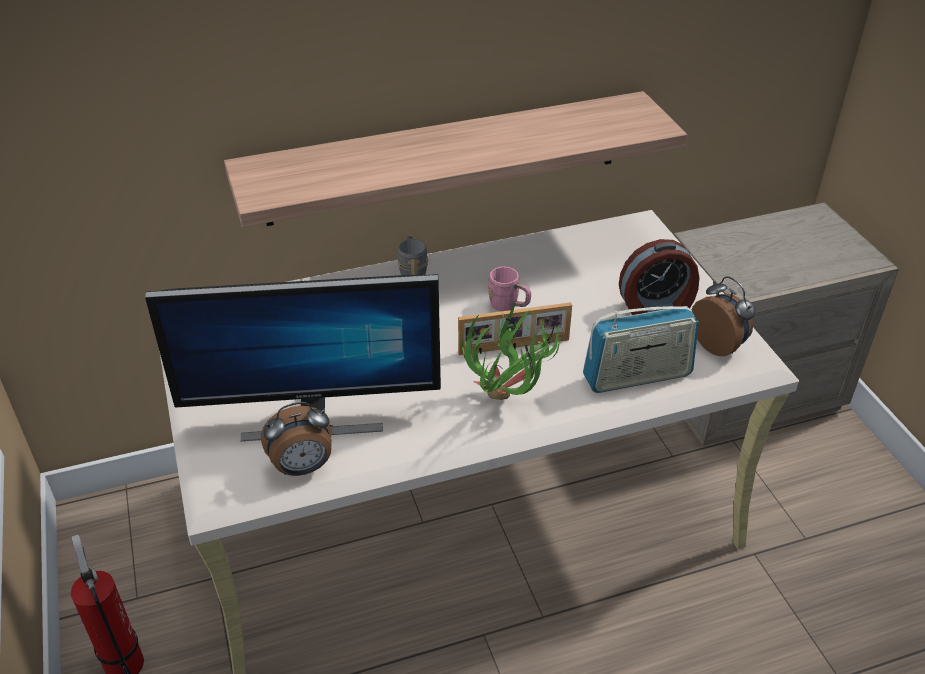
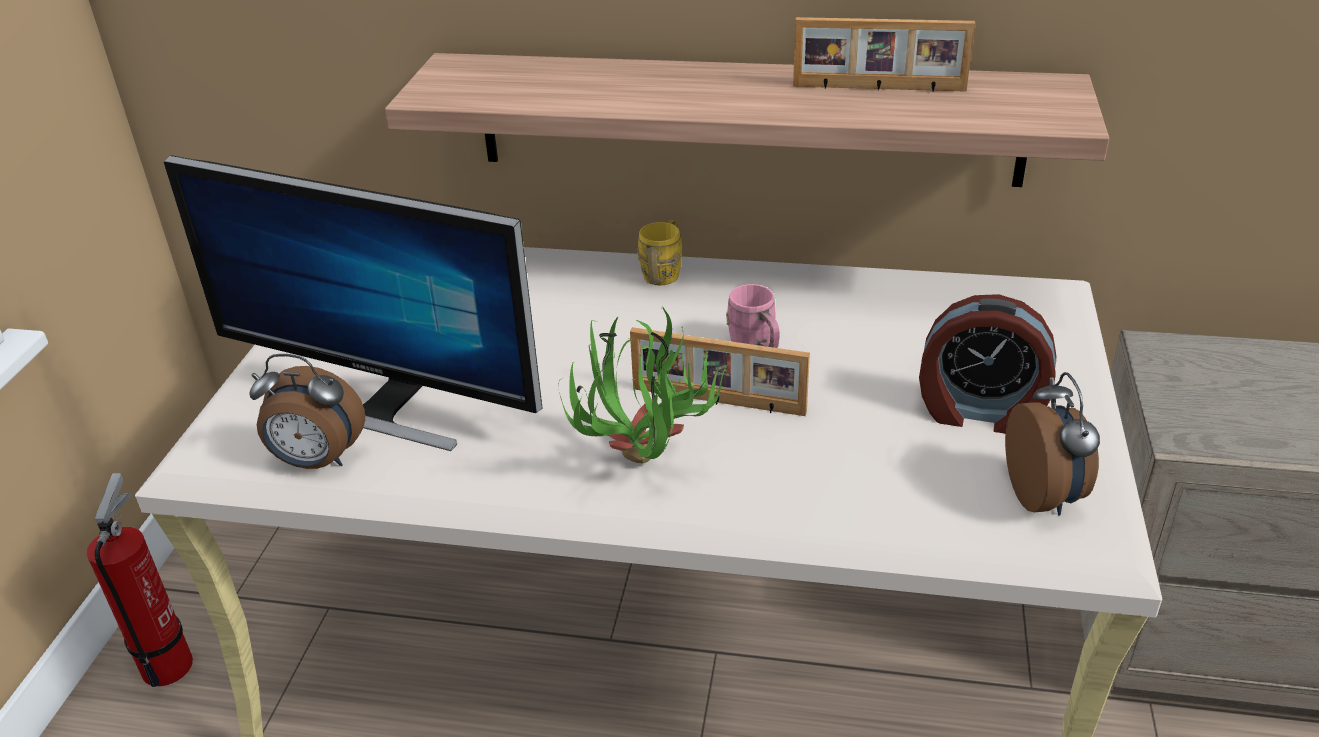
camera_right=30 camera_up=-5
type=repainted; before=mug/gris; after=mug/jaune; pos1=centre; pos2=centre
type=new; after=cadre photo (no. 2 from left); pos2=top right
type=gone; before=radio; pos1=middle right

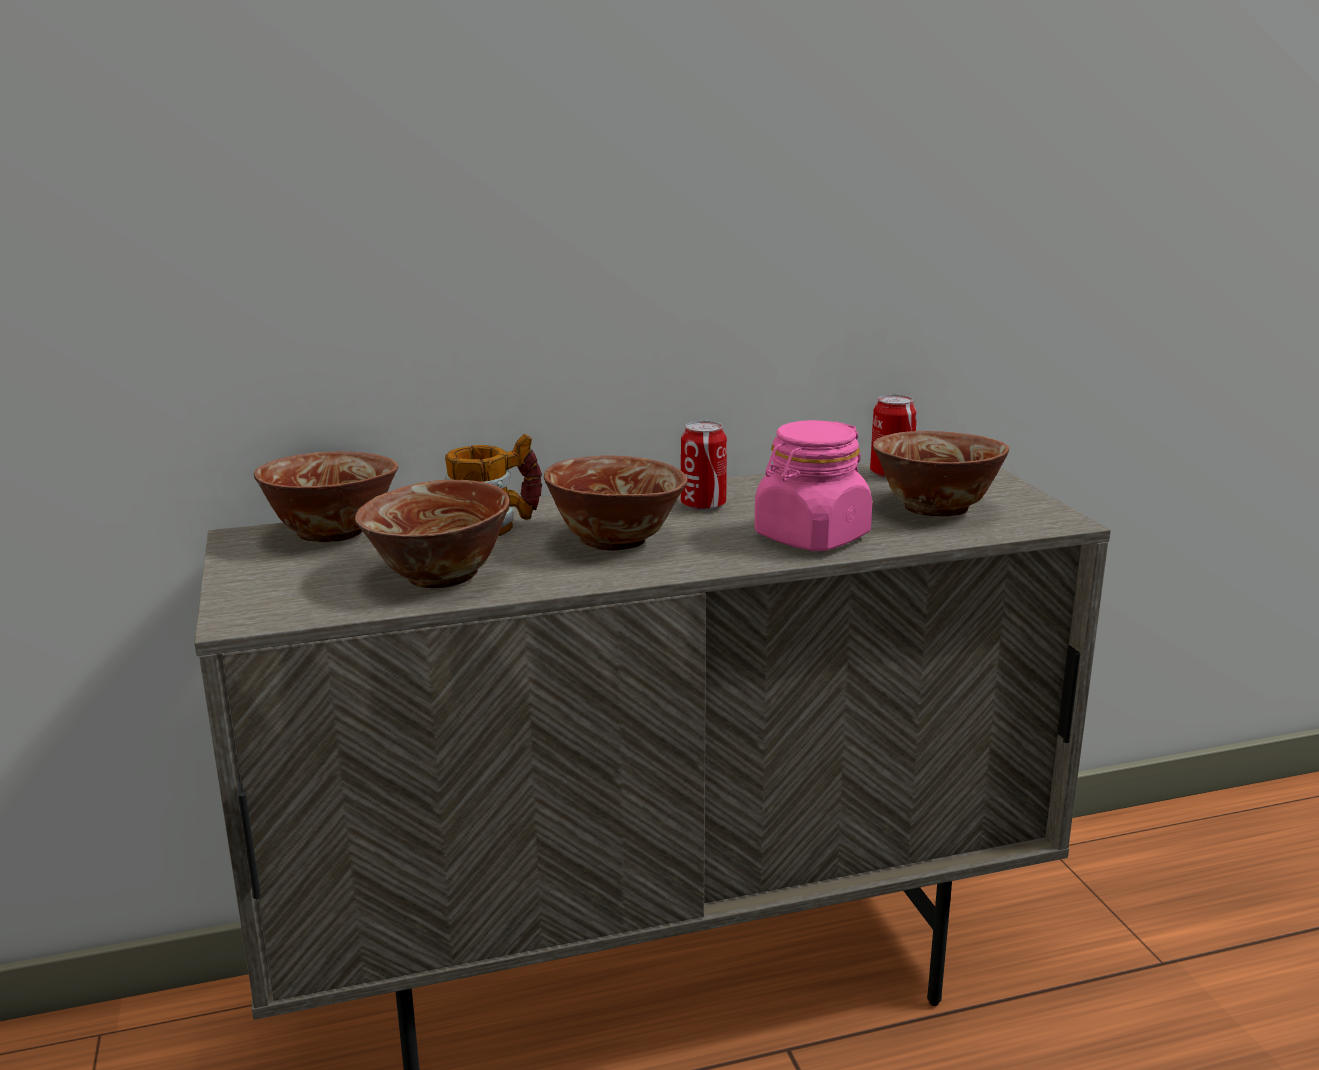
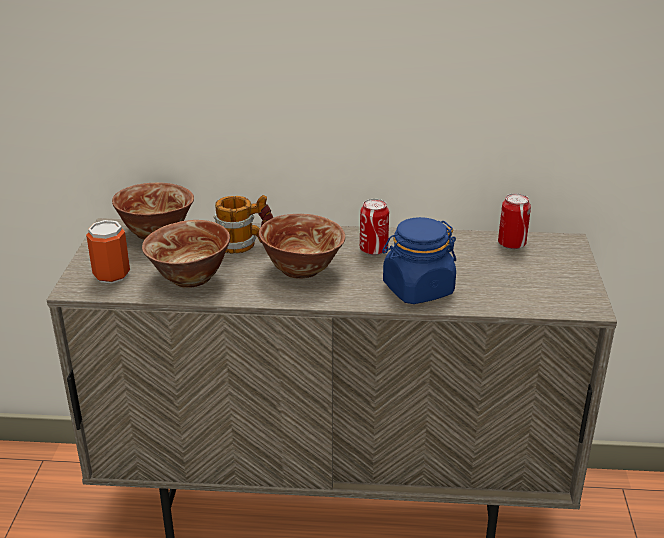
camera_right=20 camera_up=10
type=new; after=boîte métallique (no. 1 from left); pos2=middle left
type=repainted; before=bocal/rose; after=bocal/bleu; pos1=centre; pos2=centre
type=gone; before=bol (no. 4 from left); pos1=middle right

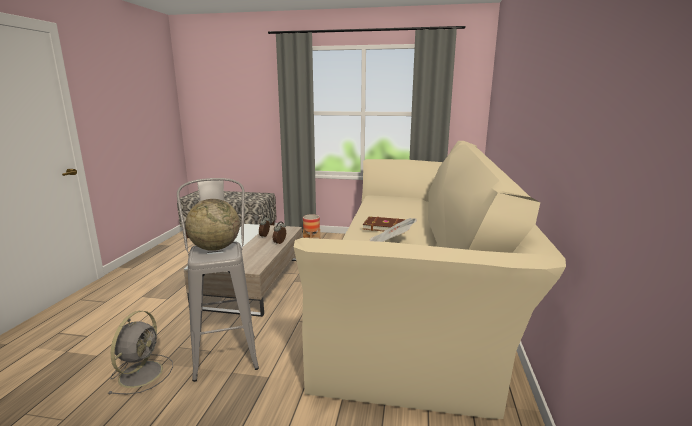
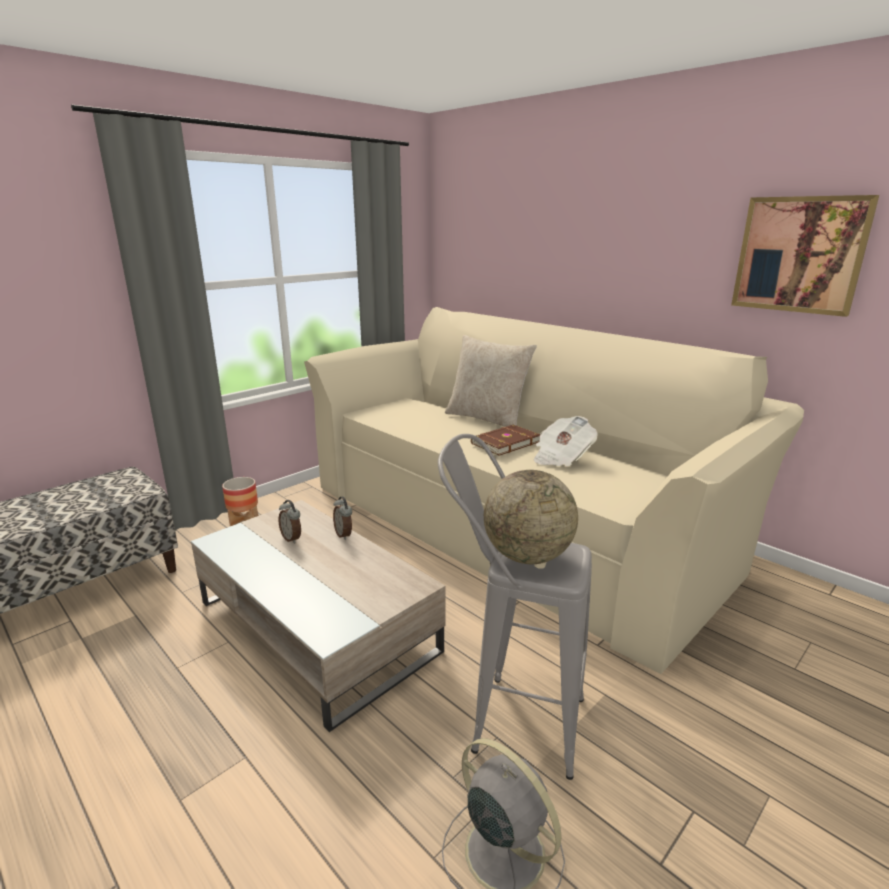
camera_right=-55 camera_up=5
type=new; after=coussin/beige; pos2=centre
type=new; after=tableau; pos2=top right

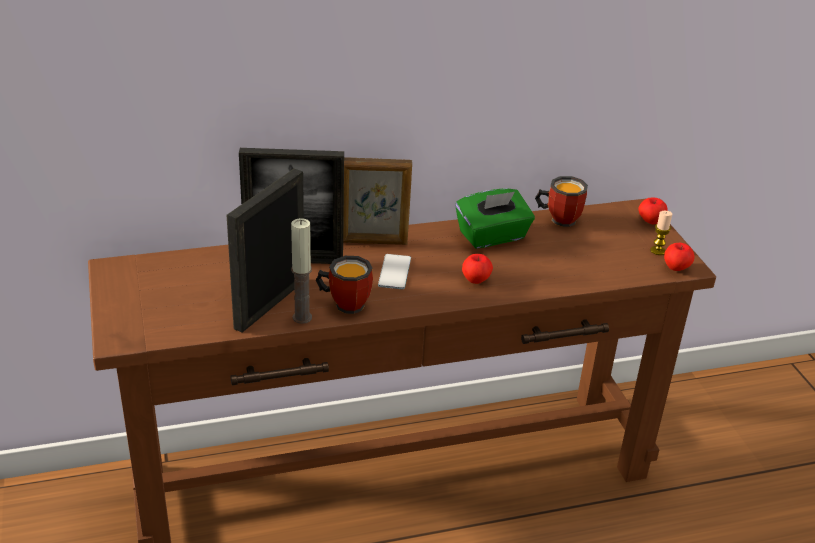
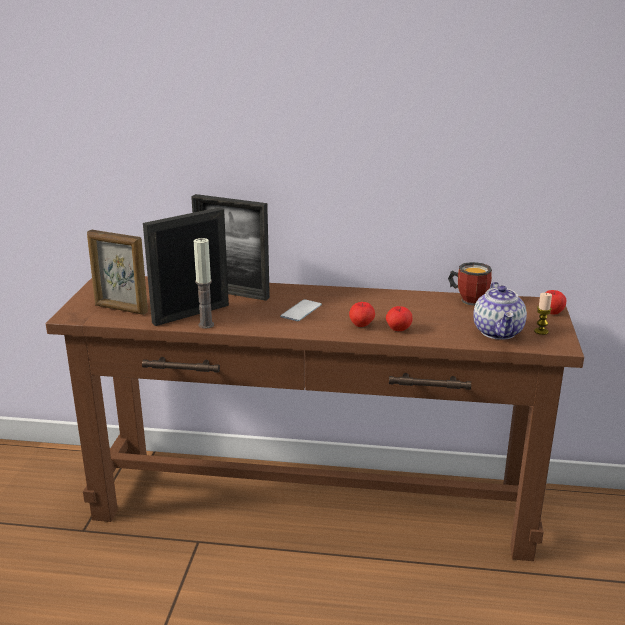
camera_right=25 camera_up=-10
type=shifted; before=cadre photo (no. 3 from left in the first image); after=cadre photo (no. 1 from left); pos1=centre; pos2=middle left
type=shifted; before=pomme (no. 3 from left in the first image); after=pomme (no. 2 from left); pos1=middle right; pos2=centre
type=new; after=théière; pos2=middle right
type=gone; before=mug (no. 1 from left); pos1=centre
type=gone; before=boîte à mouchoirs/vert; pos1=centre

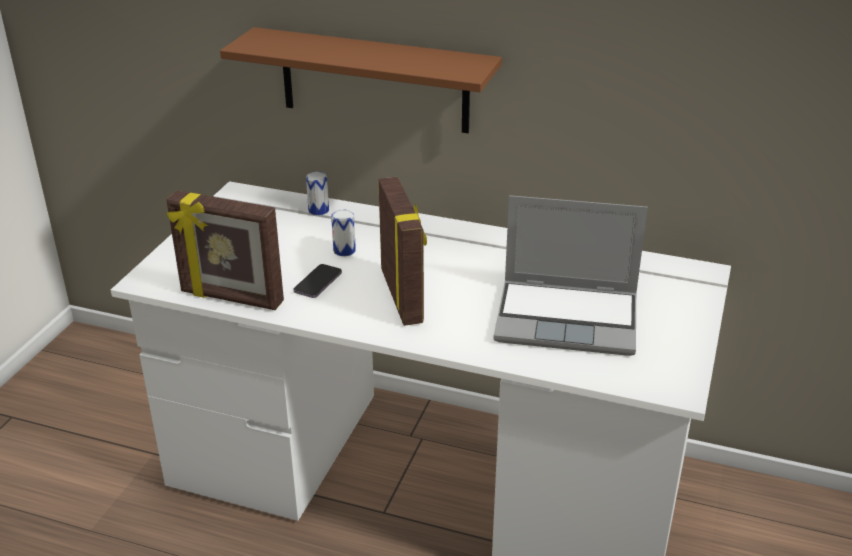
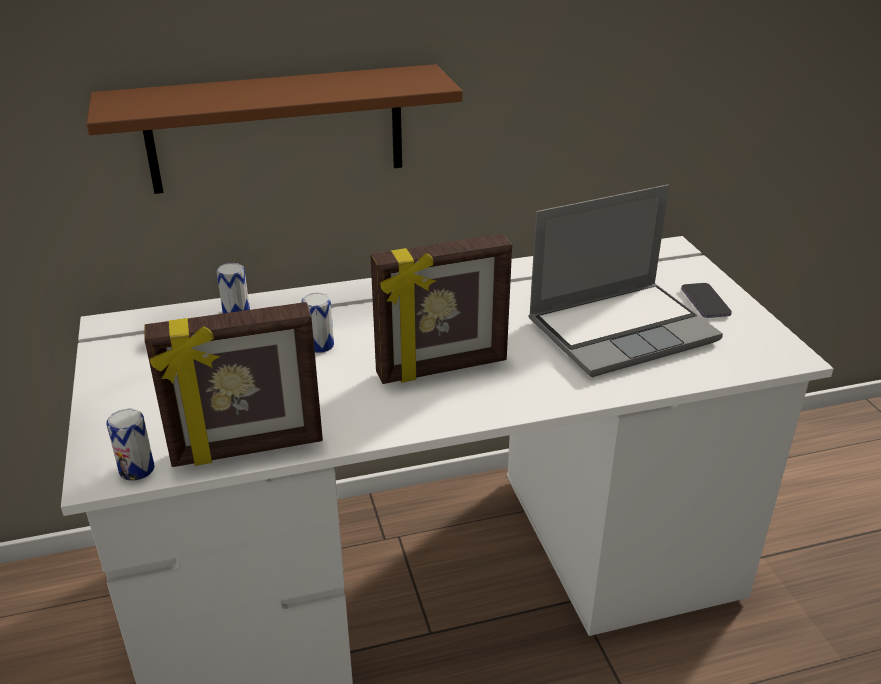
camera_right=-35 camera_up=0
type=new; after=boîte métallique (no. 1 from left); pos2=middle left
type=rotated; before=cadre photo (no. 2 from left); pos1=centre; pos2=centre; turn=120
type=shifted; before=téléphone; pos1=centre; pos2=middle right

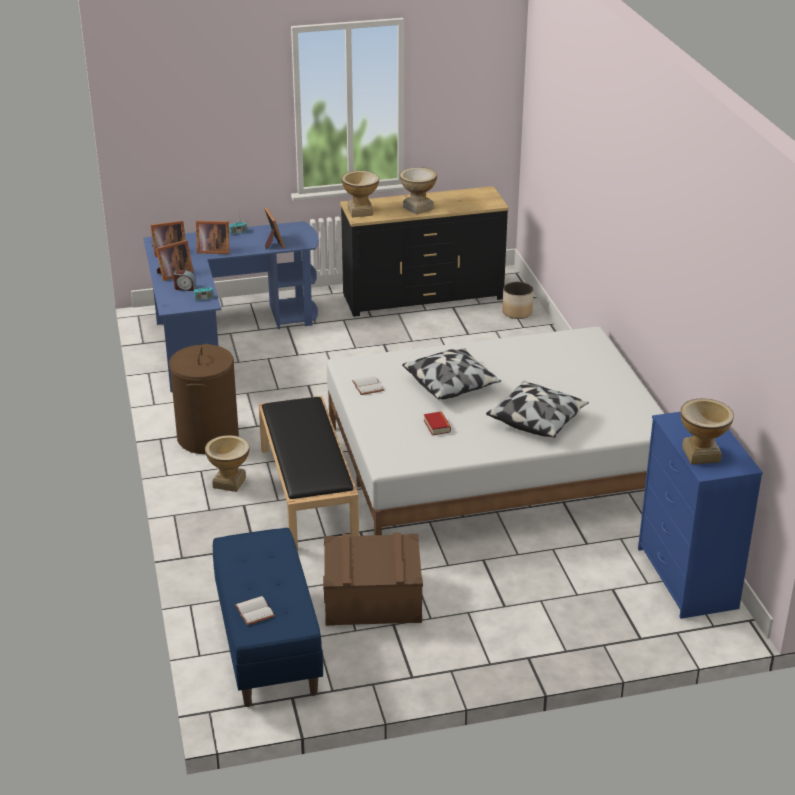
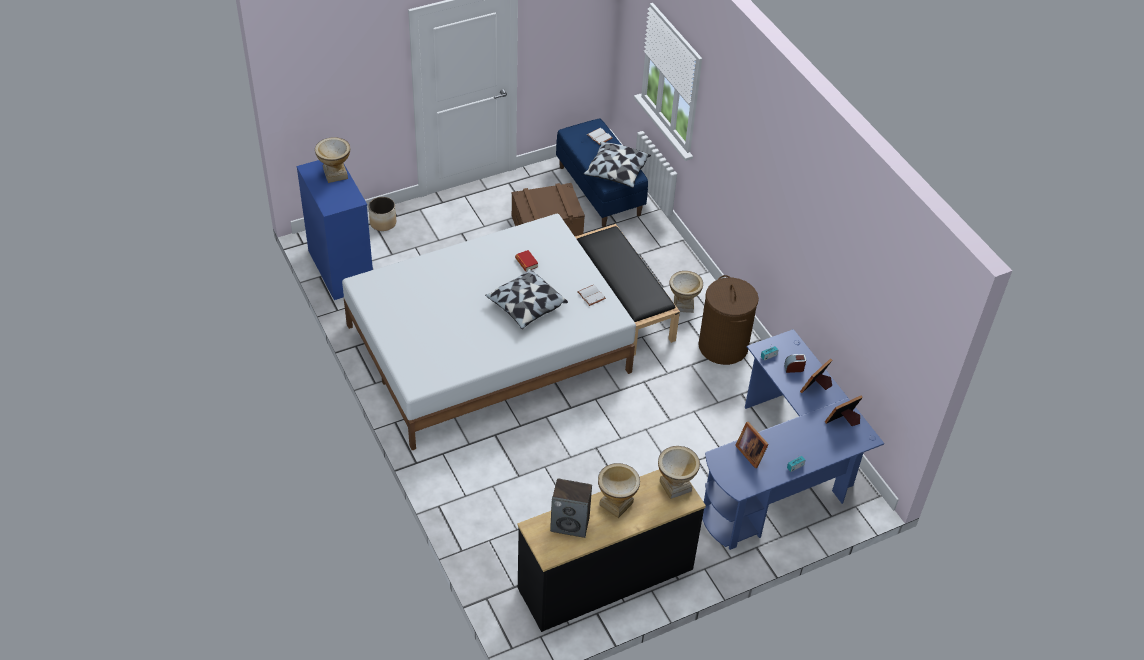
camera_right=165 camera_up=15
type=shifted; before=cache-pot; pos1=centre; pos2=top centre
type=new; after=enceinte; pos2=bottom centre
type=shifted; before=coussin (no. 2 from left); pos1=middle right; pos2=top centre
type=gone; before=cadre photo (no. 3 from left); pos1=top left

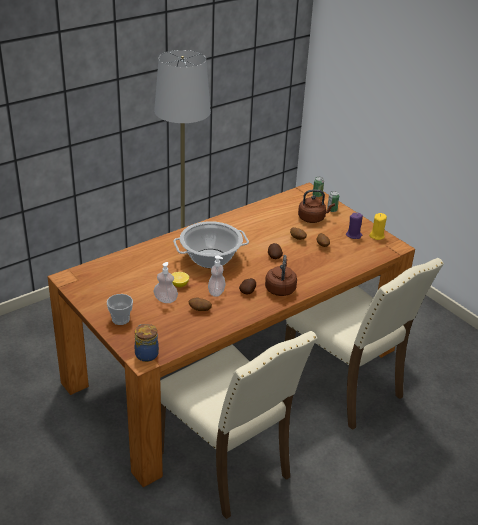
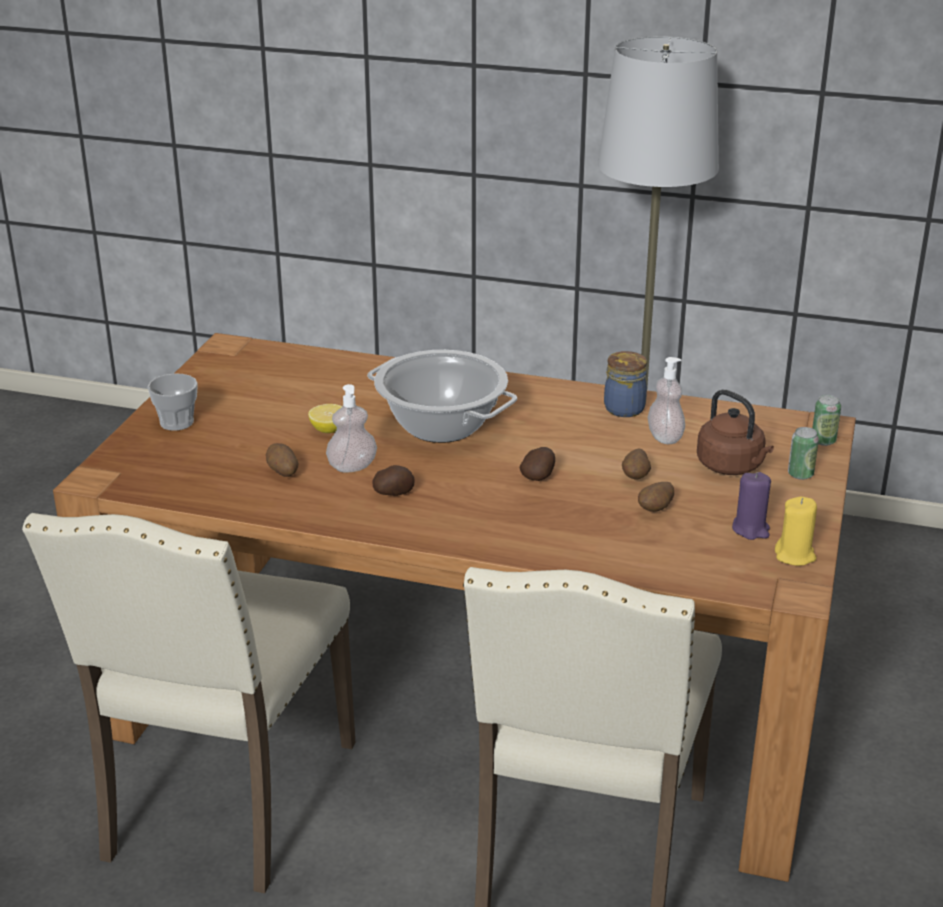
camera_right=55 camera_up=-5
type=shifted; before=bocal; pos1=middle left; pos2=centre
type=shifted; before=distributeur de savon (no. 1 from left in the first image); after=distributeur de savon (no. 2 from left); pos1=centre; pos2=middle right
type=gone; before=bouilloire/marron (no. 1 from left); pos1=centre

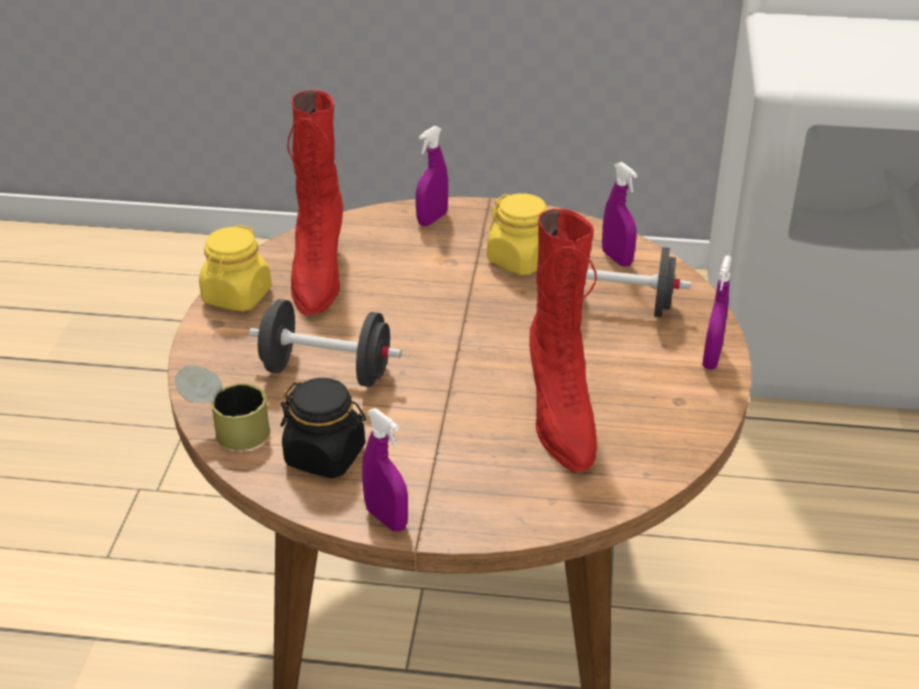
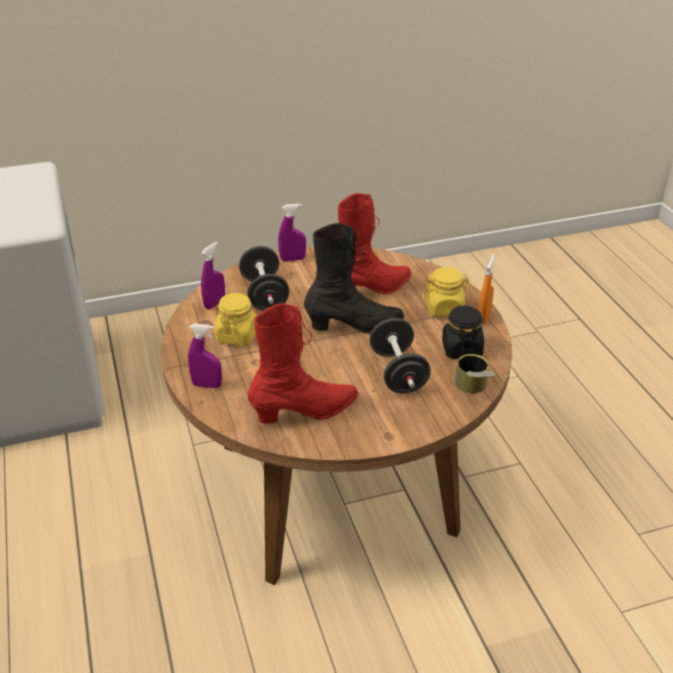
camera_right=-115 camera_up=0
type=new; after=botte/noir; pos2=centre
type=shifted; before=bocal/jaune (no. 1 from left in the first image); after=bocal/jaune (no. 2 from left); pos1=middle left; pos2=centre
type=repainted; before=vaporisateur/violet (no. 1 from left); after=vaporisateur/orange; pos1=bottom centre; pos2=middle right

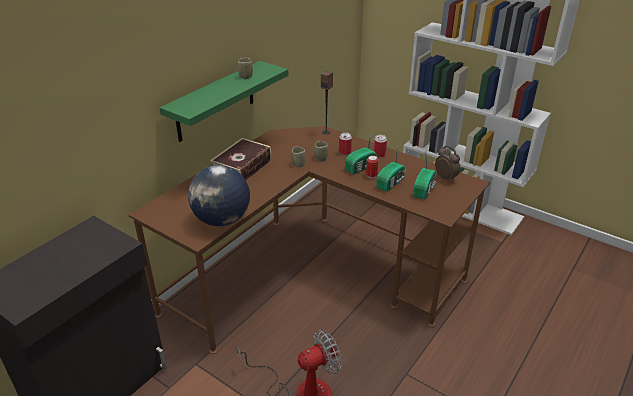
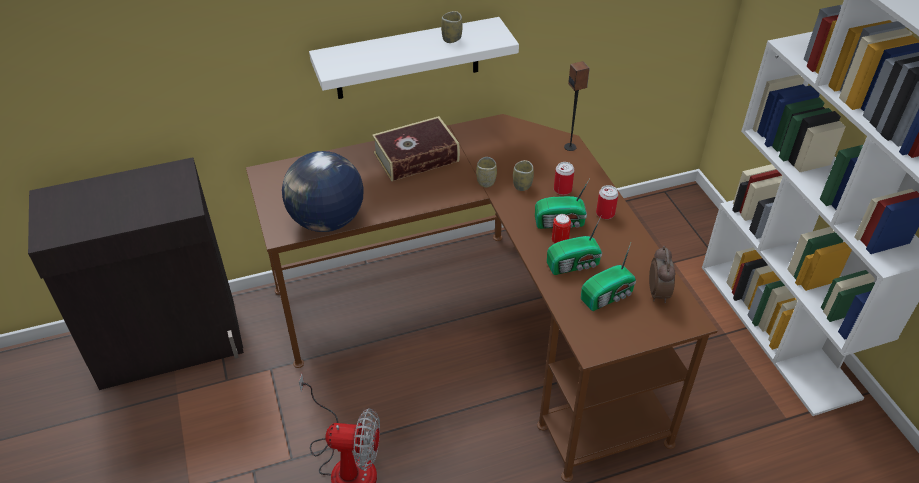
camera_right=35 camera_up=10
type=repainted; before=étagère/vert; after=étagère/blanc; pos1=top centre; pos2=top centre

